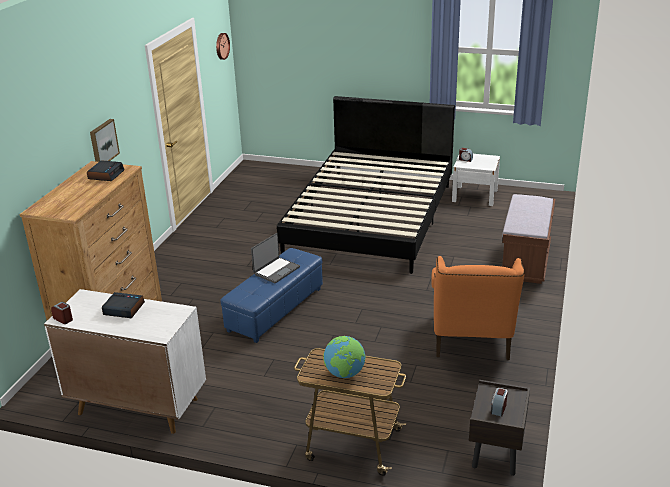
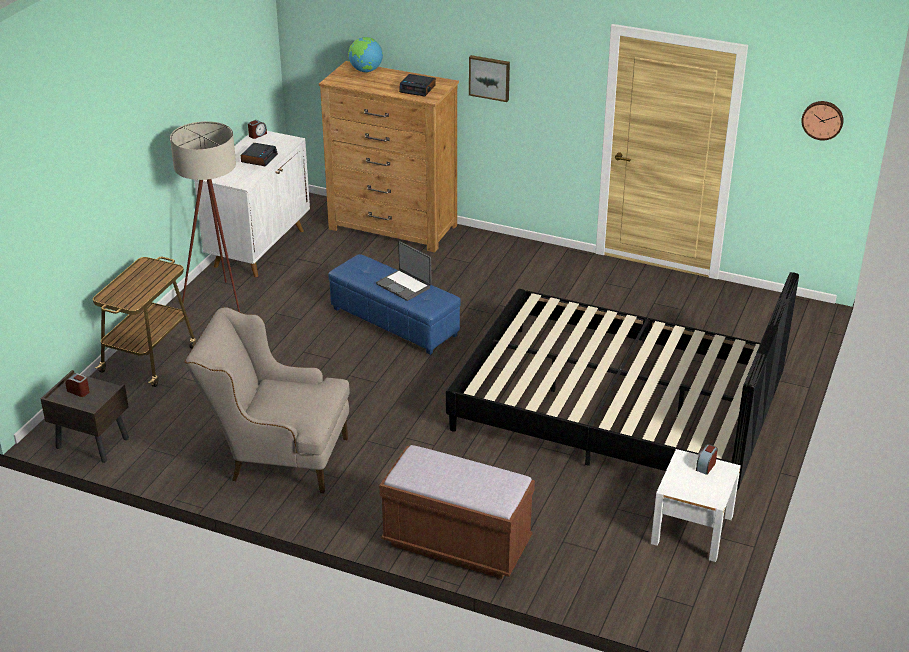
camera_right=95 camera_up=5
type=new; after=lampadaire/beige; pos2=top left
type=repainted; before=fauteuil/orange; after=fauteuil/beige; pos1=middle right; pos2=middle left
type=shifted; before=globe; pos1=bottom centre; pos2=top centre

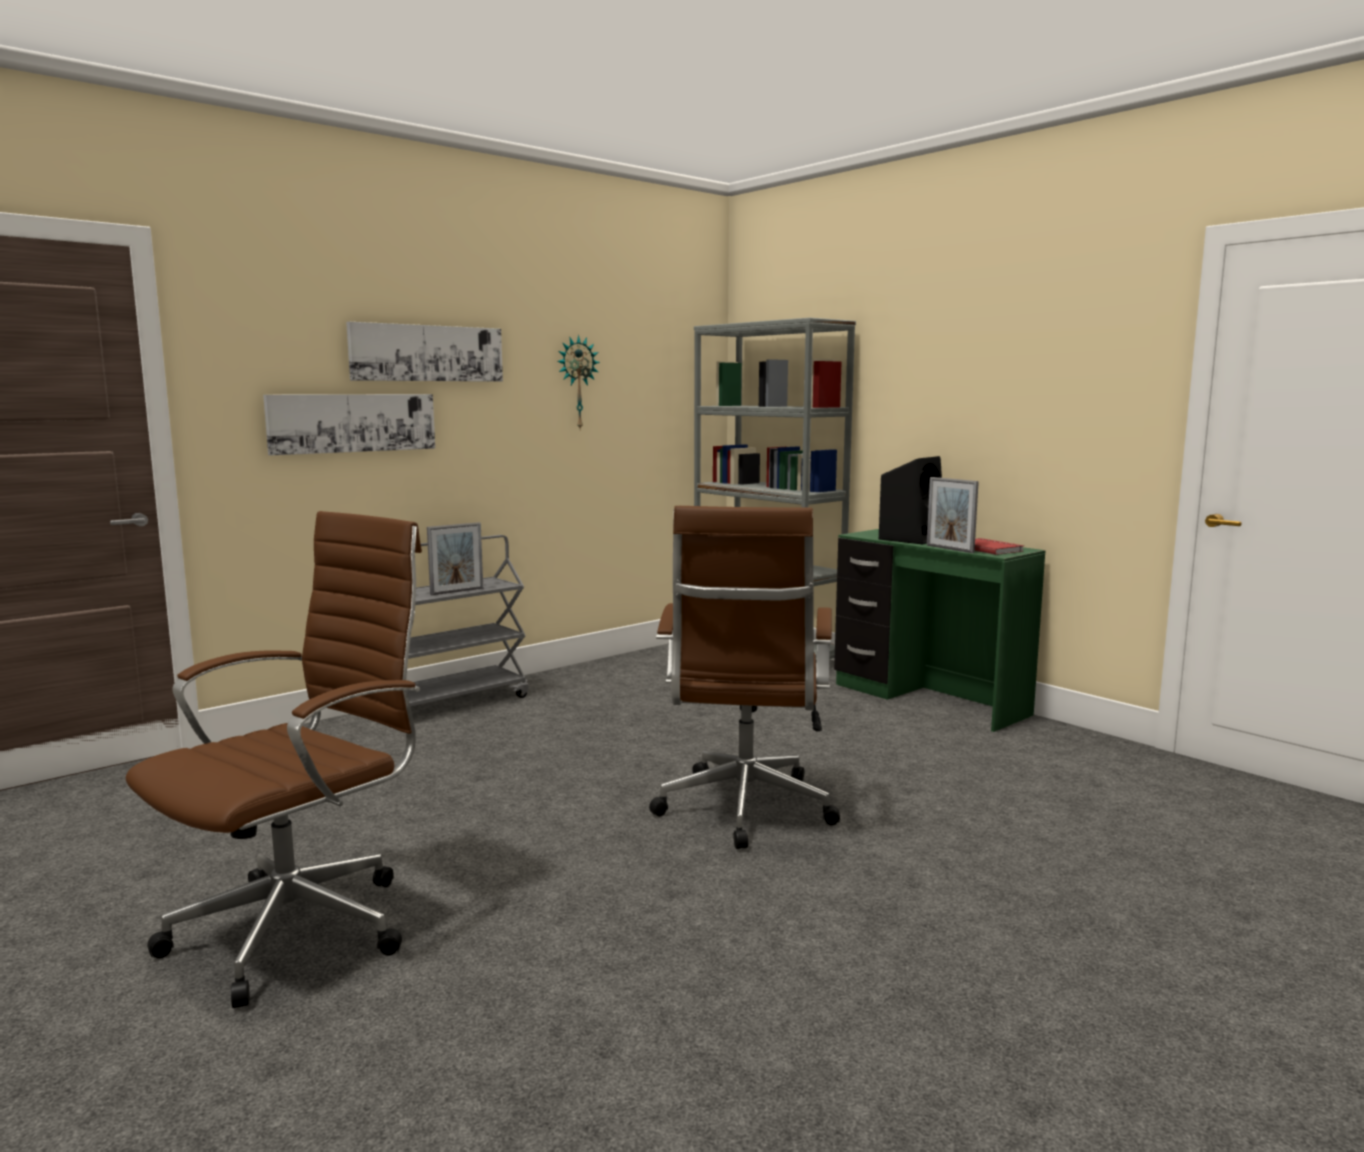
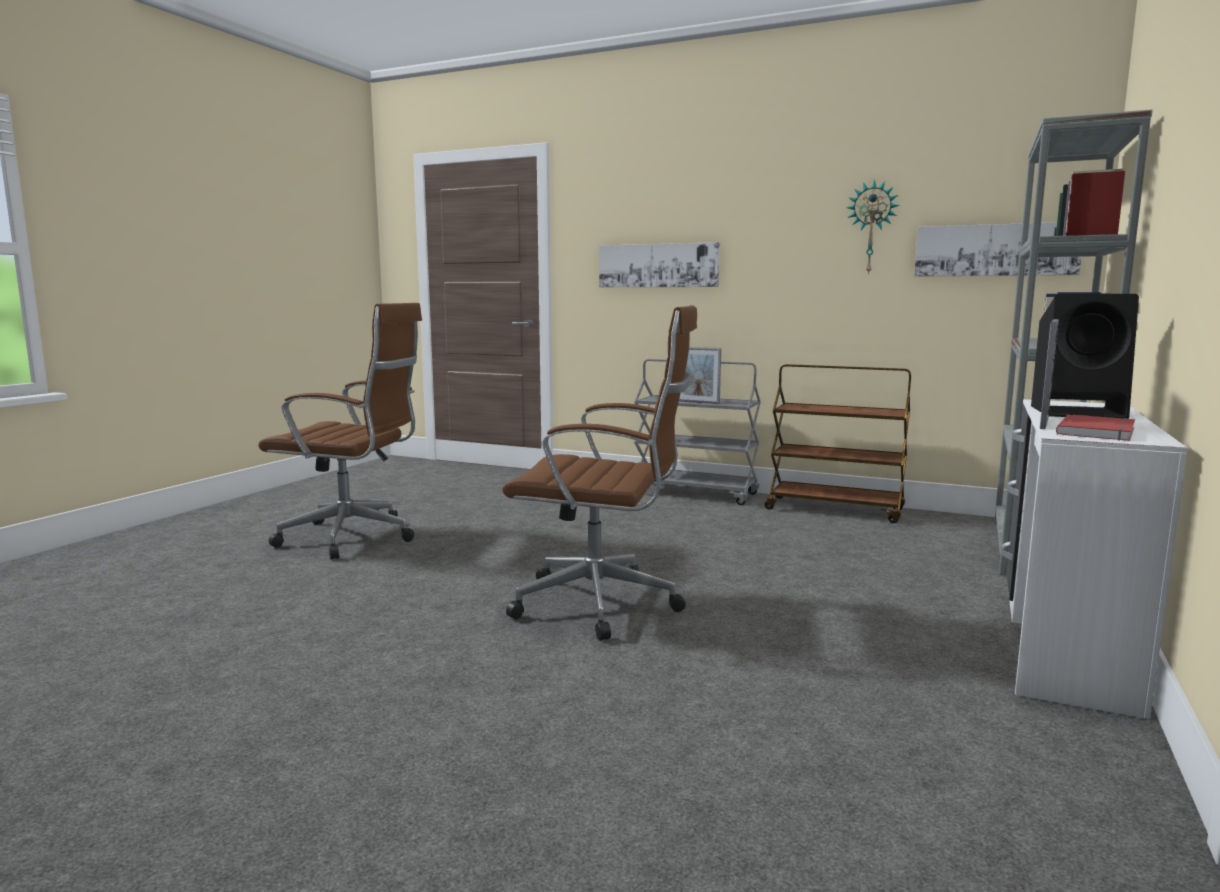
camera_right=65 camera_up=0
type=rotated; before=chaise de bureau/marron (no. 2 from left); pos1=centre; pos2=centre; turn=-150
type=new; after=chariot/marron; pos2=middle right
type=shifted; before=tableau (no. 2 from left); pos1=top left; pos2=top right
type=repainted; before=bureau/vert; after=bureau/blanc; pos1=middle right; pos2=middle right

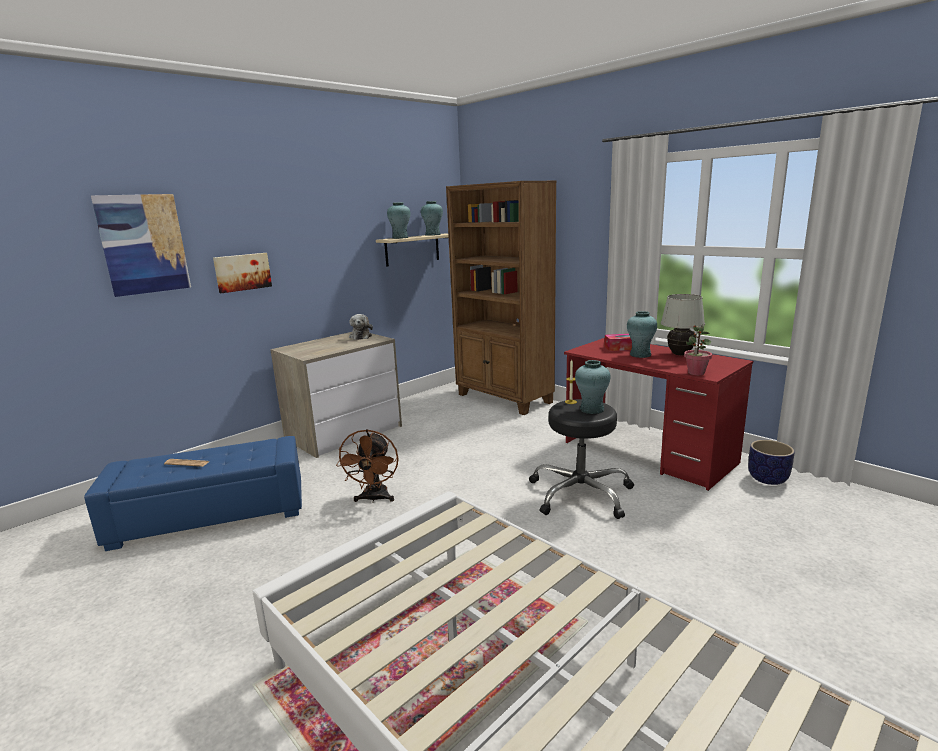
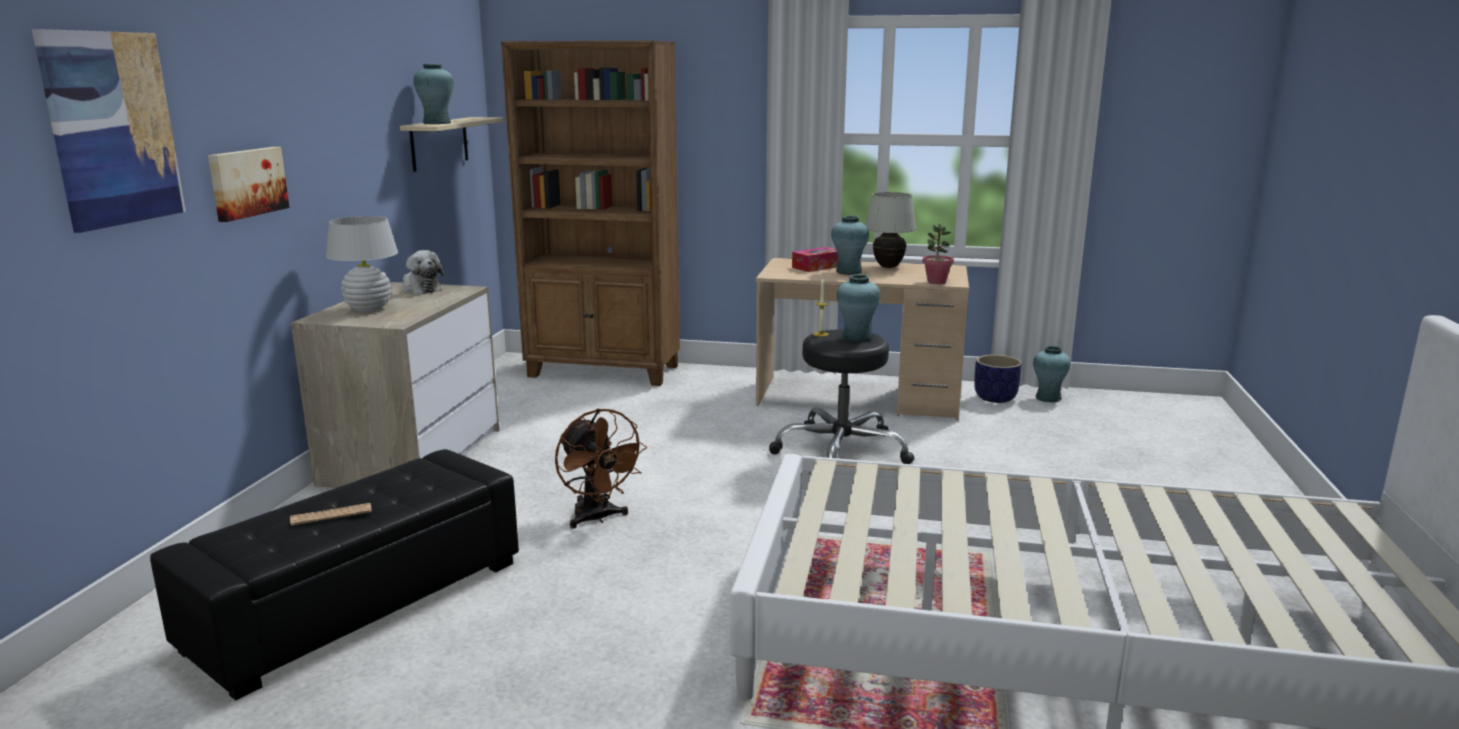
camera_right=-35 camera_up=0
type=repainted; before=pouf/bleu; after=pouf/noir; pos1=middle left; pos2=bottom left
type=new; after=lampe de table/blanc (no. 1 from left); pos2=middle left
type=repainted; before=bureau/rouge; after=bureau/beige; pos1=middle right; pos2=centre
type=shifted; before=vase/turquoise (no. 2 from left in the first image); after=vase/turquoise (no. 4 from left); pos1=top centre; pos2=middle right

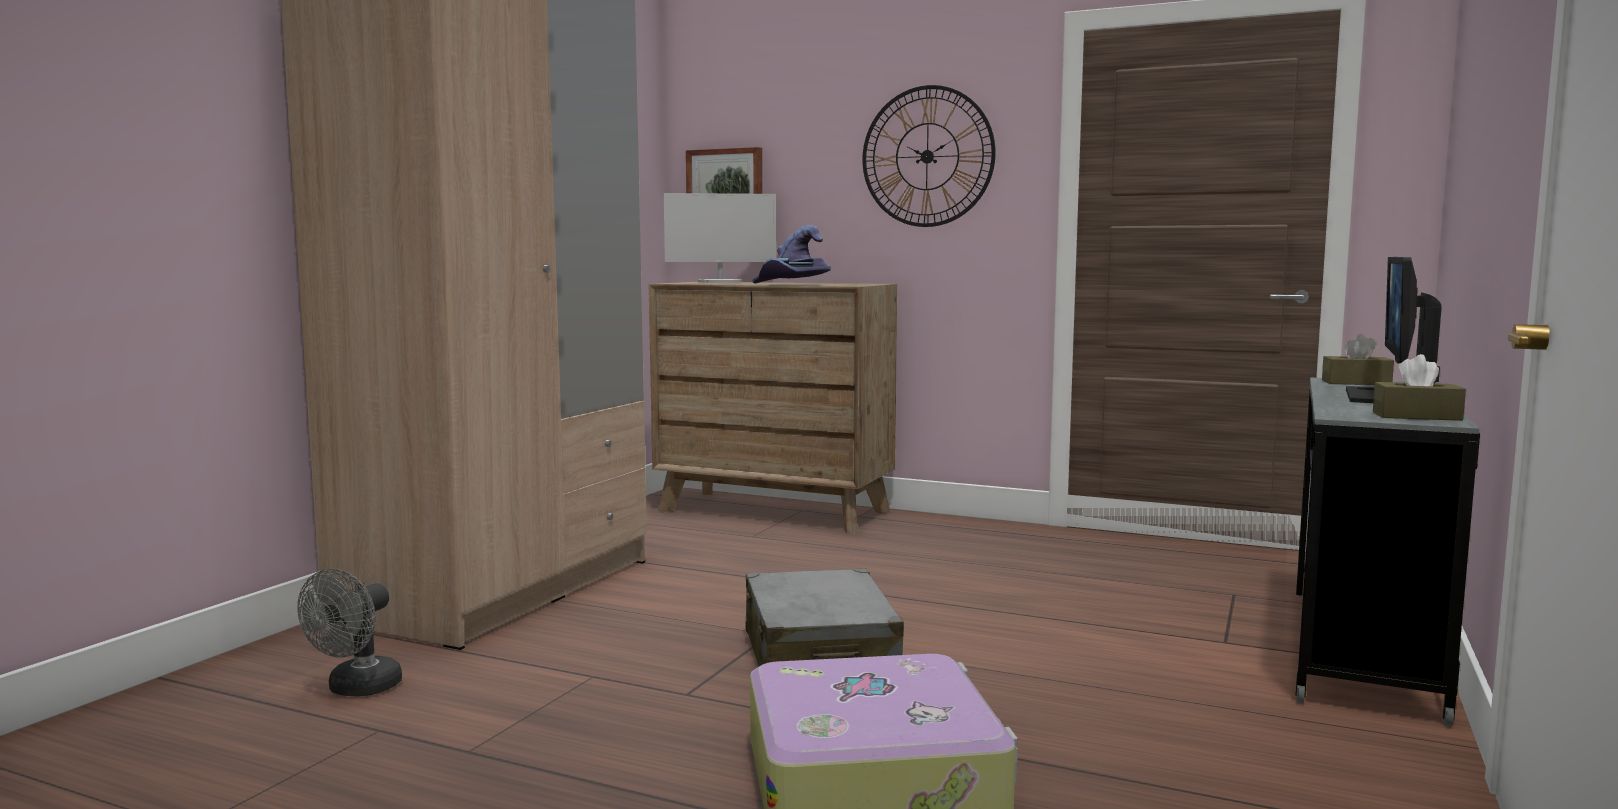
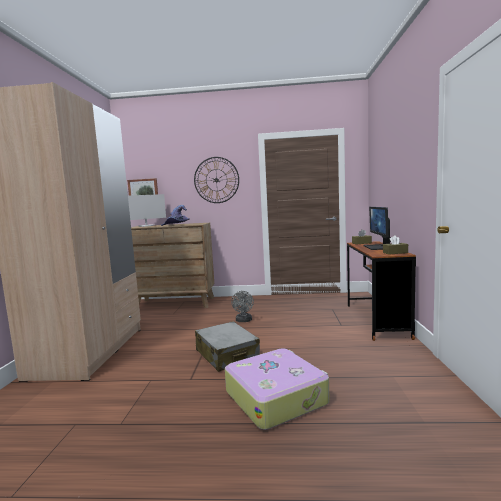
camera_right=-20 camera_up=0
type=shifted; before=ventilateur/gris; pos1=bottom left; pos2=centre
type=repainted; before=bureau/gris; after=bureau/marron; pos1=bottom right; pos2=middle right

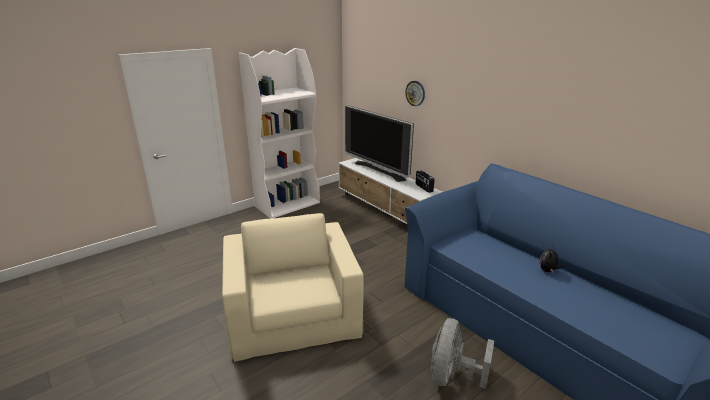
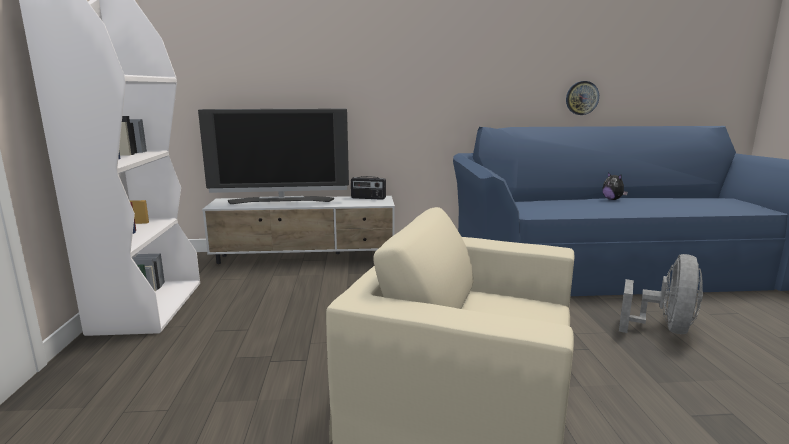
camera_right=-55 camera_up=-10
type=shifted; before=horloge murale; pos1=top centre; pos2=top right
type=rotated; before=ventilateur/gris; pos1=bottom centre; pos2=middle right; turn=-120

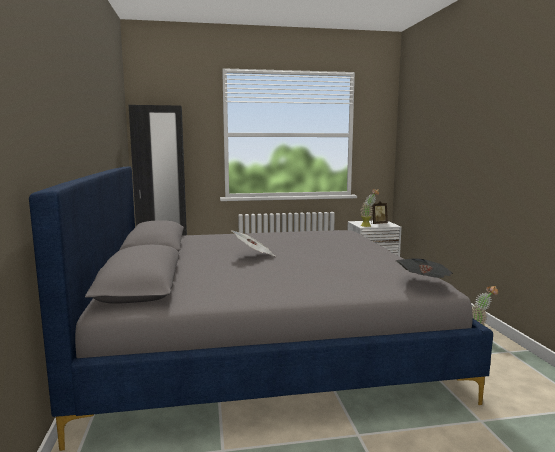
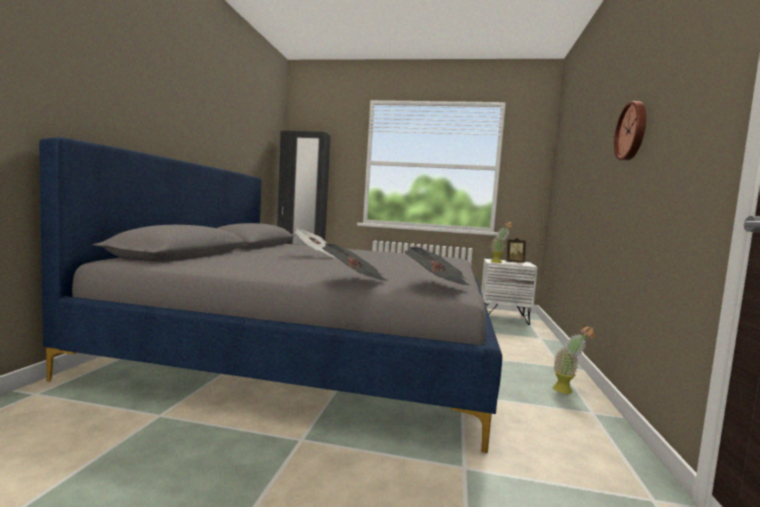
camera_right=20 camera_up=-5
type=new; after=journal (no. 2 from left); pos2=centre
type=new; after=horloge murale; pos2=top right

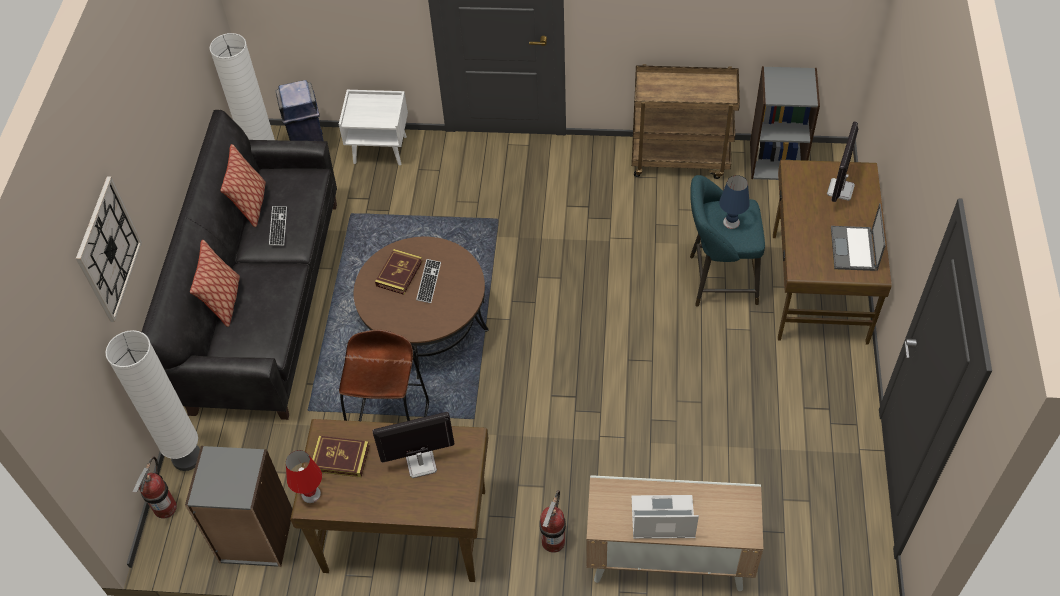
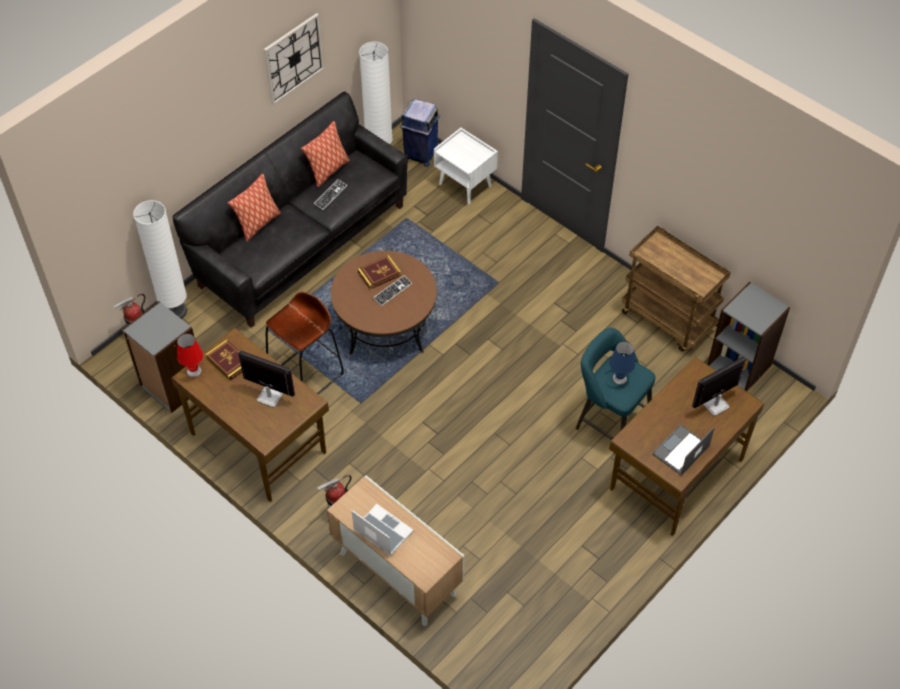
camera_right=35 camera_up=0
type=shifted; before=horloge murale; pos1=middle left; pos2=top left

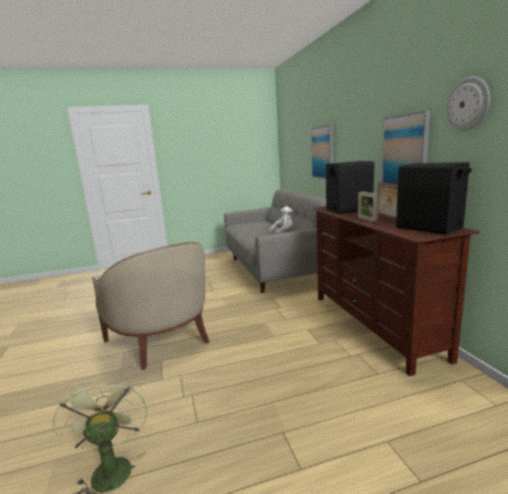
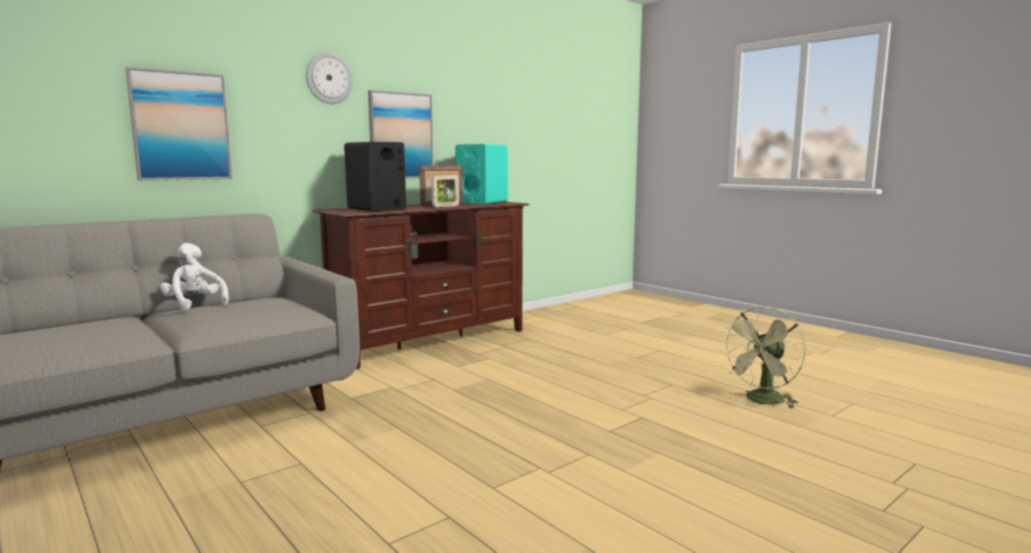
camera_right=-115 camera_up=-5
type=shifted; before=horloge murale; pos1=top right; pos2=top left
type=repainted; before=enceinte/noir (no. 2 from left); after=enceinte/turquoise; pos1=middle right; pos2=top centre
type=gone; before=fauteuil/beige; pos1=middle left

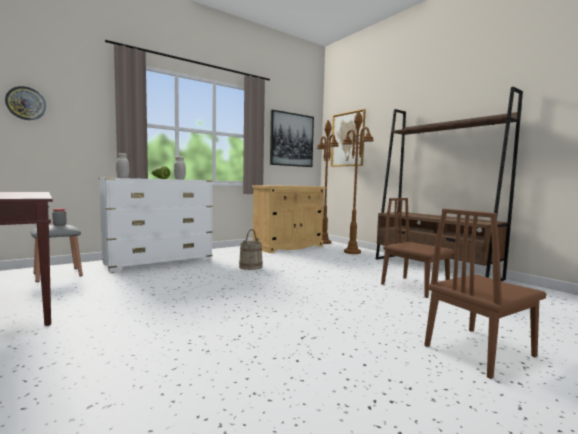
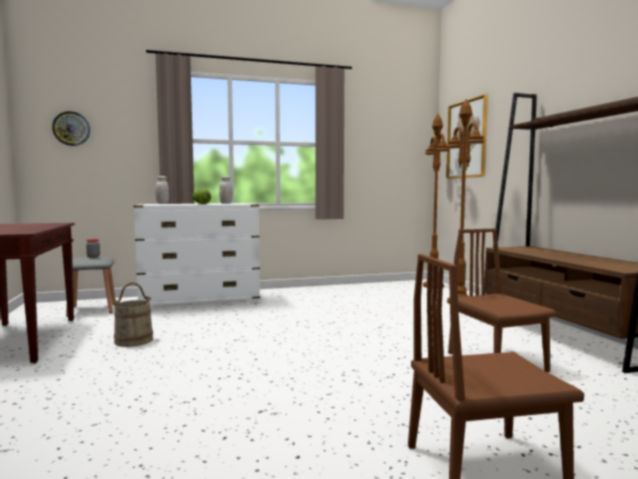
camera_right=20 camera_up=0
type=shifted; before=seau/beige; pos1=centre; pos2=middle left
type=gone; before=meuble de rangement/beige; pos1=centre
type=gone; before=tableau (no. 1 from left); pos1=top centre

